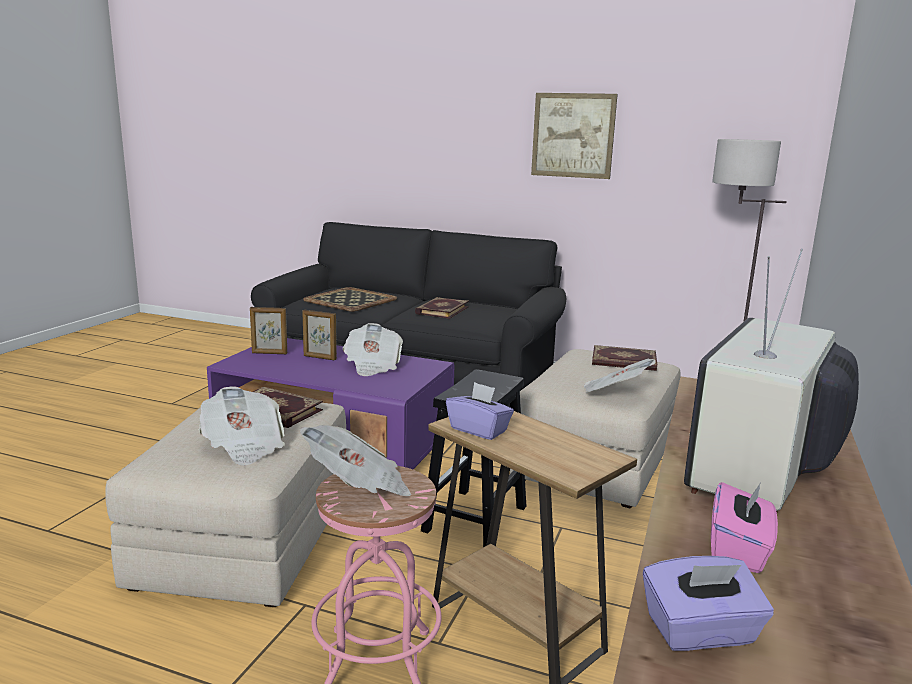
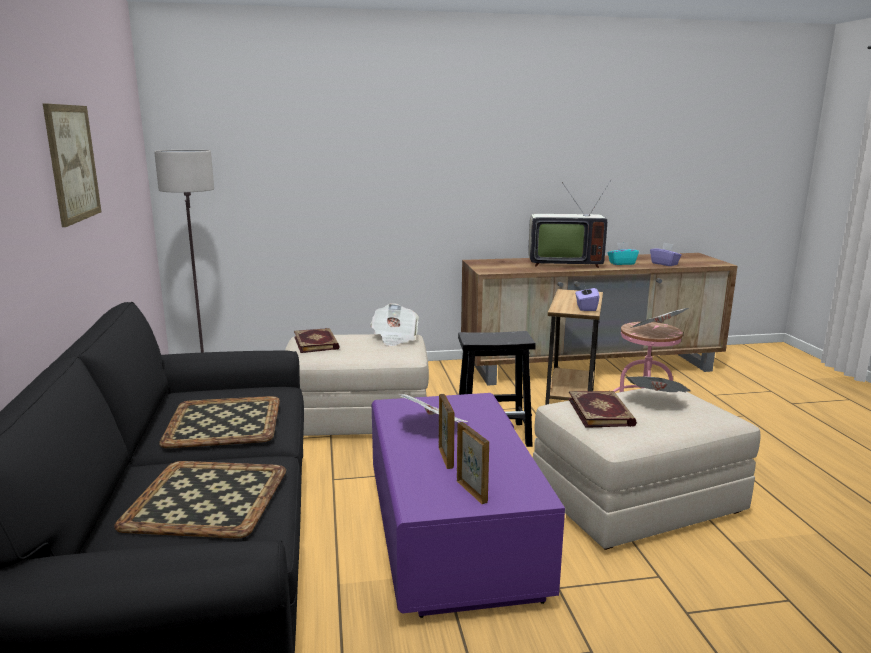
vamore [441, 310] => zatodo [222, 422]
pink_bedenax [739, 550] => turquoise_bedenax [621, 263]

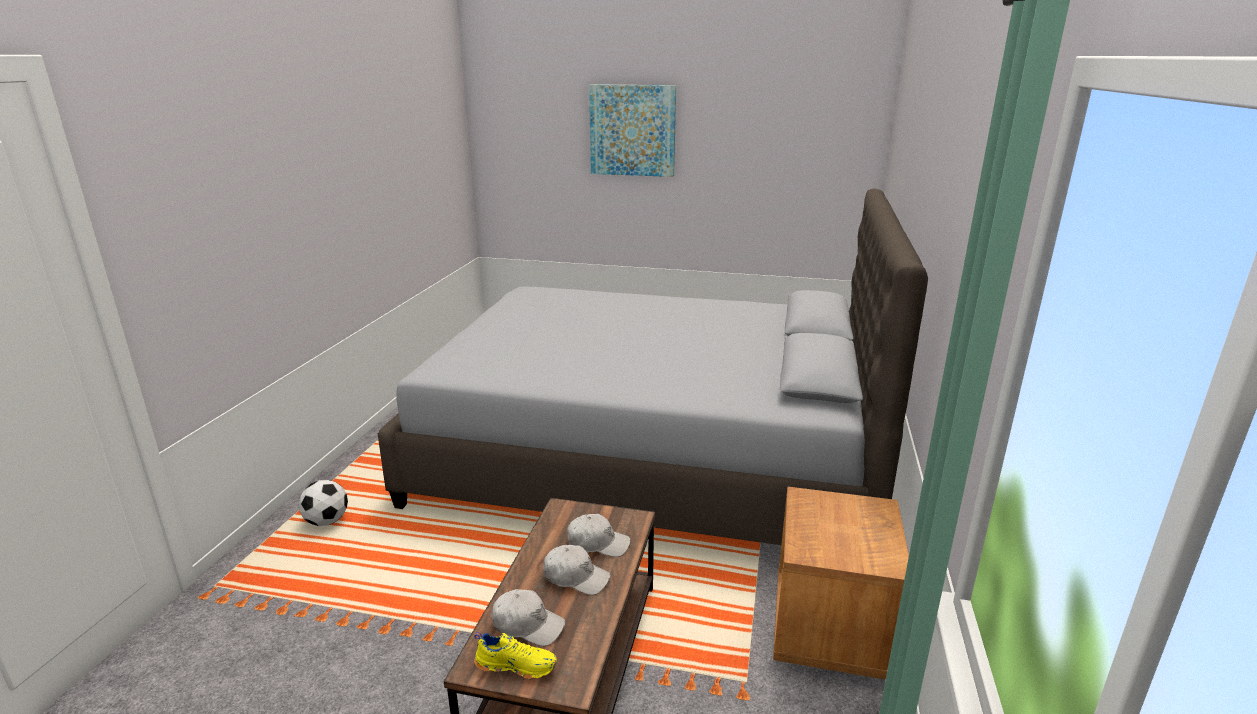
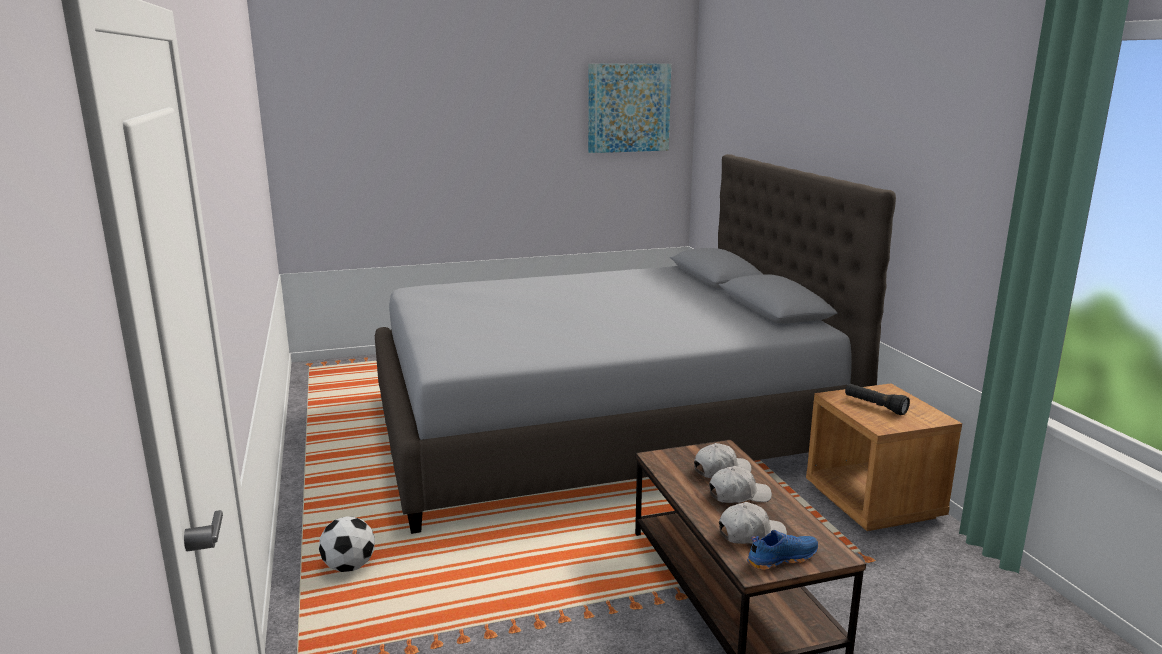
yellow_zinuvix [516, 665] => blue_zinuvix [781, 558]
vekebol [632, 130] => vekebol [628, 108], relocated
nothing => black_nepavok [874, 406]

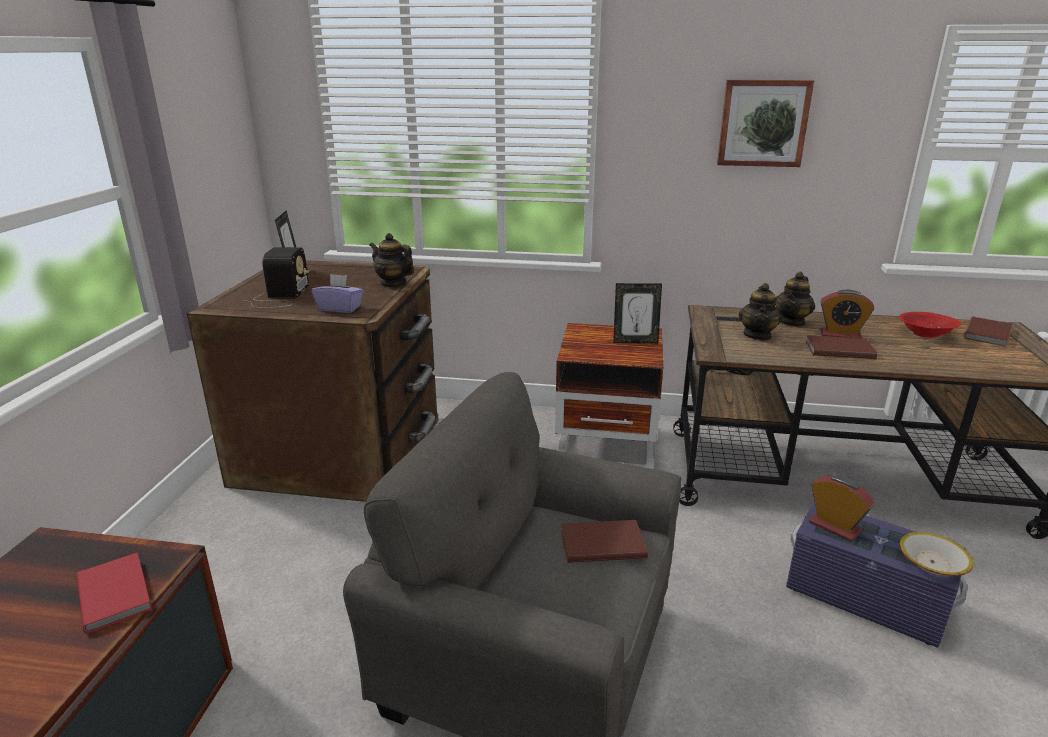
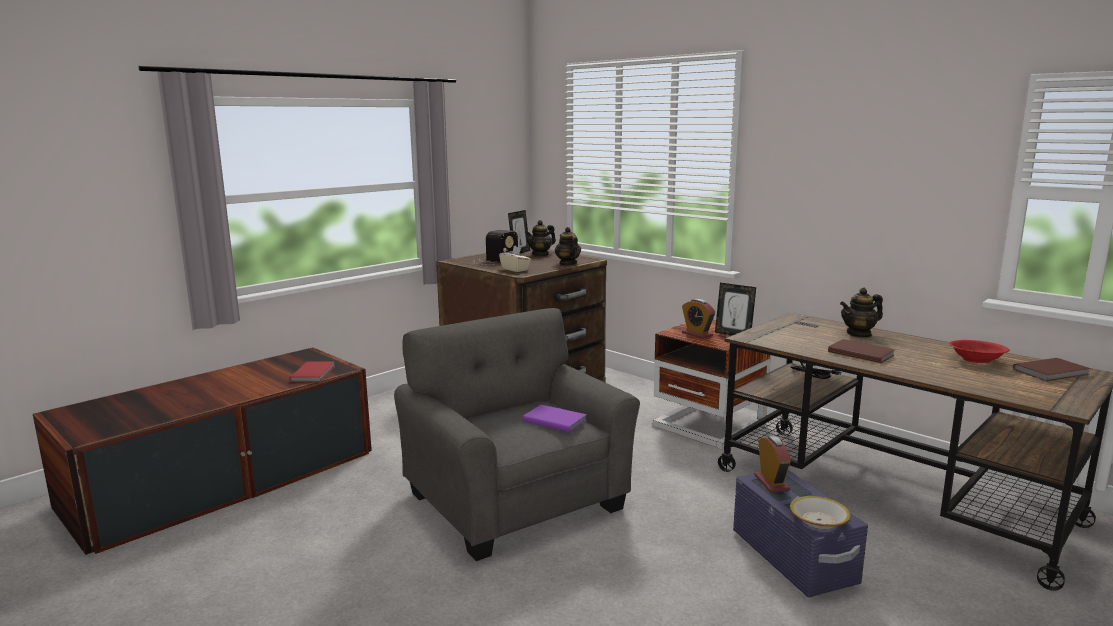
purple_bedenax [340, 308] => beige_bedenax [515, 269]
brown_vamore [601, 543] => purple_vamore [554, 420]
vekebol [763, 123] => nothing
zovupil [757, 335] => zovupil [540, 254], relocated
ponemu [840, 335] => ponemu [697, 334], relocated

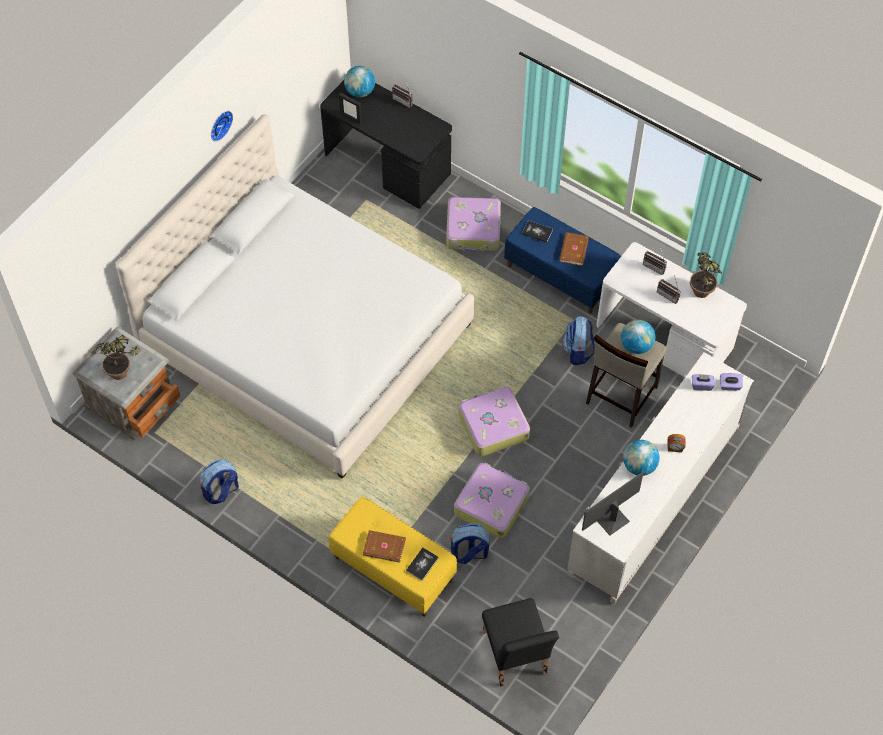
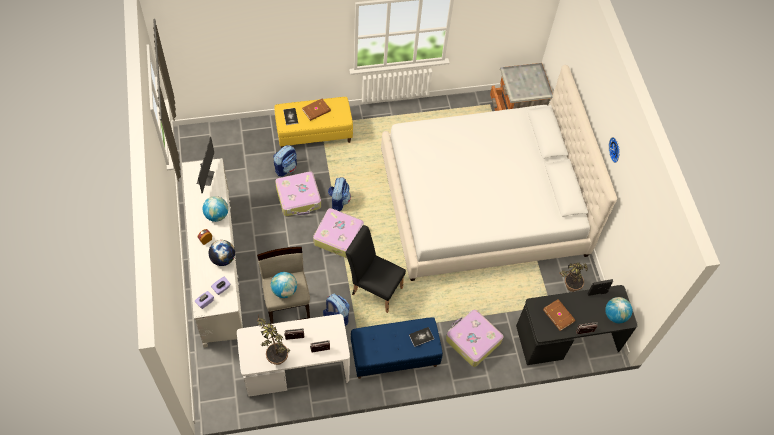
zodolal [124, 375] => zodolal [567, 288], relocated
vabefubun [221, 491] => vabefubun [338, 201], relocated
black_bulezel [515, 658] => black_bulezel [374, 288], relocated
brown_vamore [573, 250] => brown_vamore [559, 315], relocated
nothing => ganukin [223, 259]

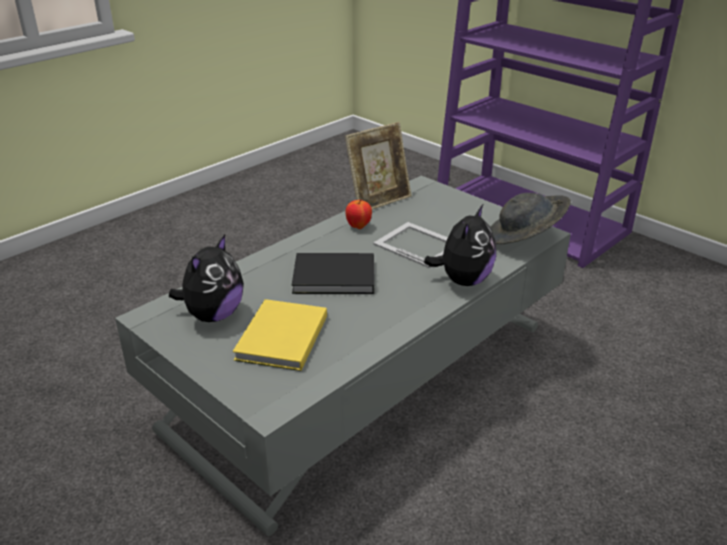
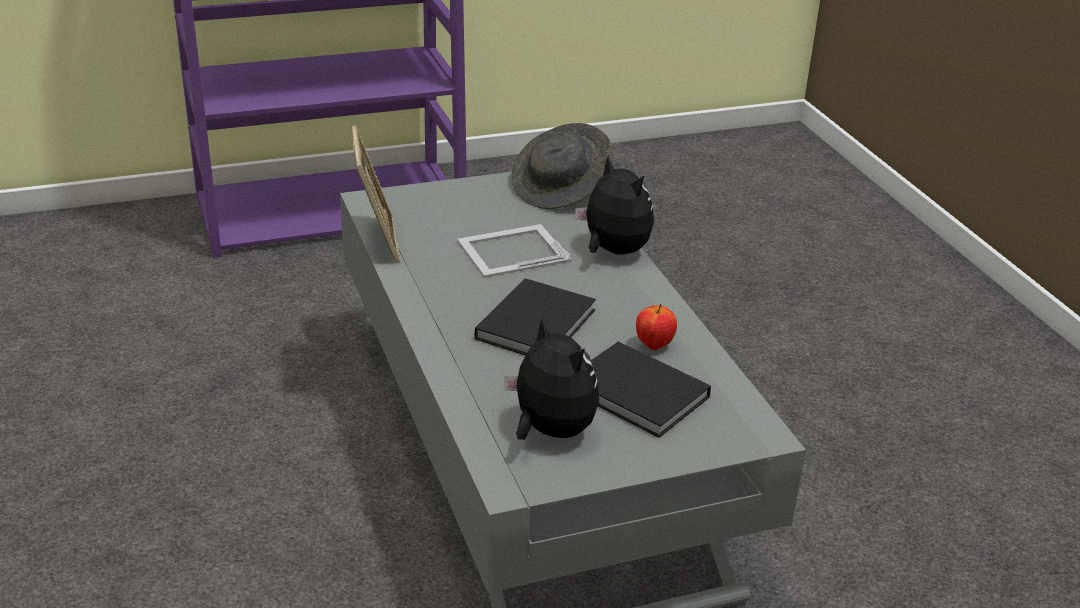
yellow_vamore [280, 339] => black_vamore [639, 395]
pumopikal [358, 226] => pumopikal [654, 345], relocated

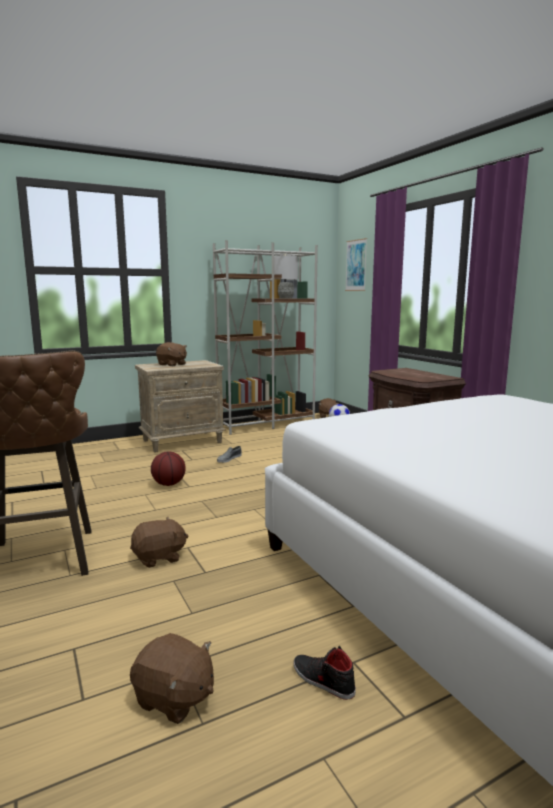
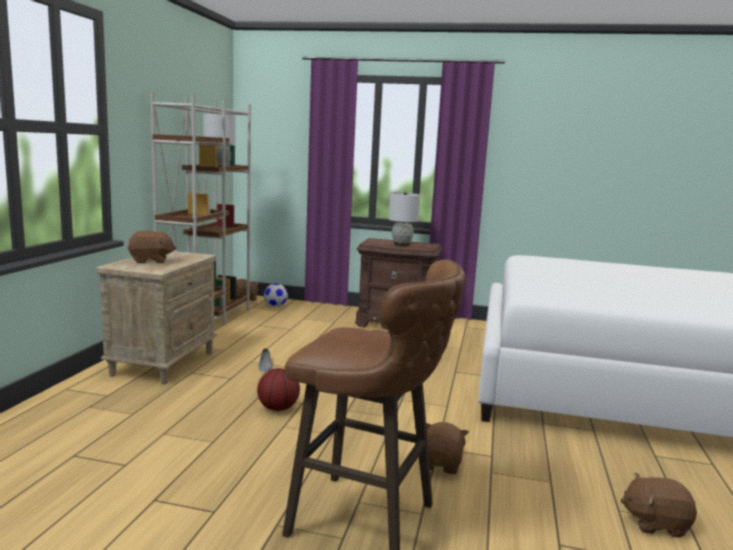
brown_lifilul [174, 698] => brown_lifilul [655, 523], 150 degrees counterclockwise
black_zinuvix [322, 680] => nothing
vekebol [356, 265] => nothing
nothing => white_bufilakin [401, 244]

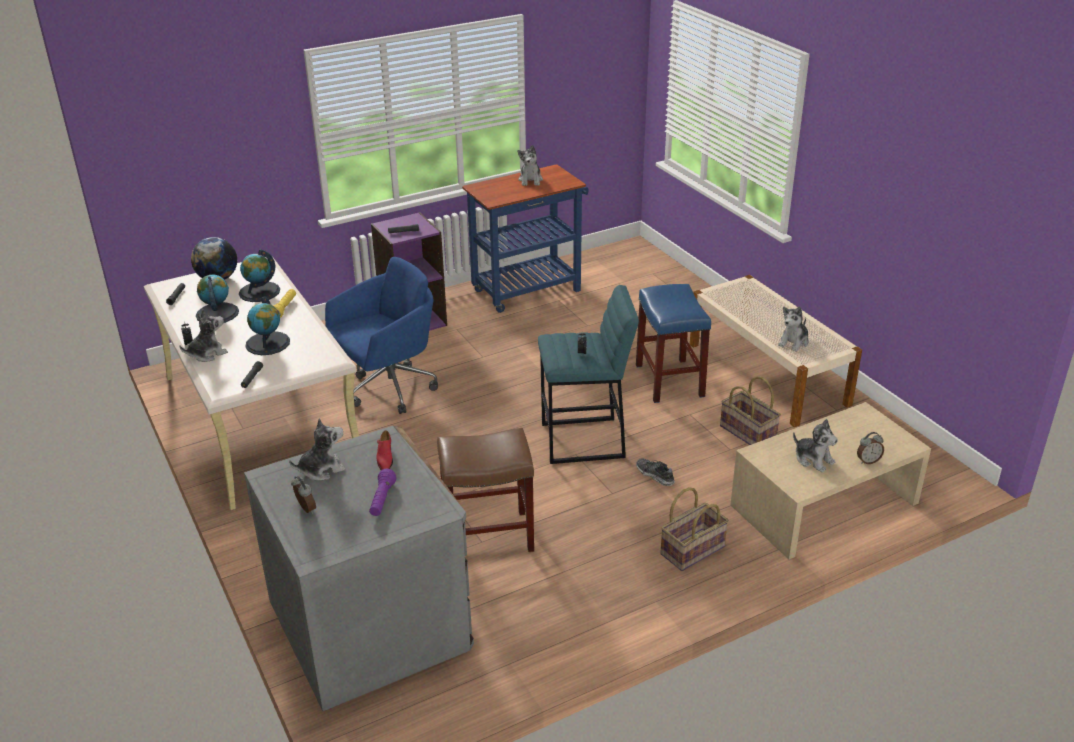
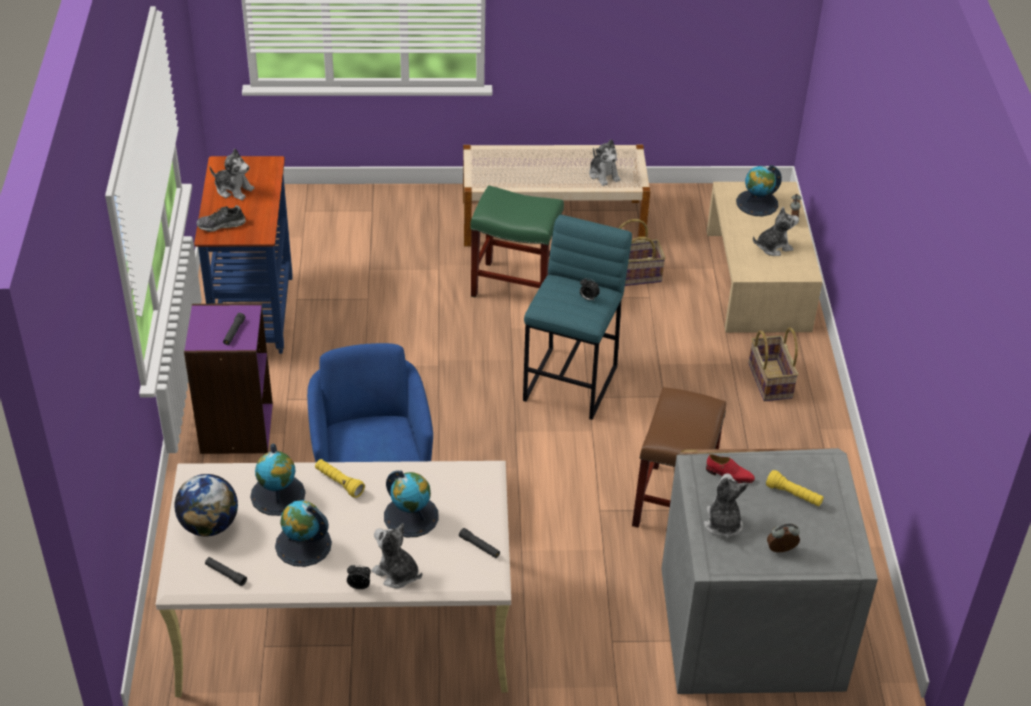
lifilul [207, 354] => lifilul [396, 573], 45 degrees counterclockwise
purple_nepavok [382, 500] => yellow_nepavok [793, 495]
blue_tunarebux [670, 381] => green_tunarebux [516, 286]
zinuvix [655, 475] => zinuvix [221, 225], relocated
nothing => ganukin [757, 203]

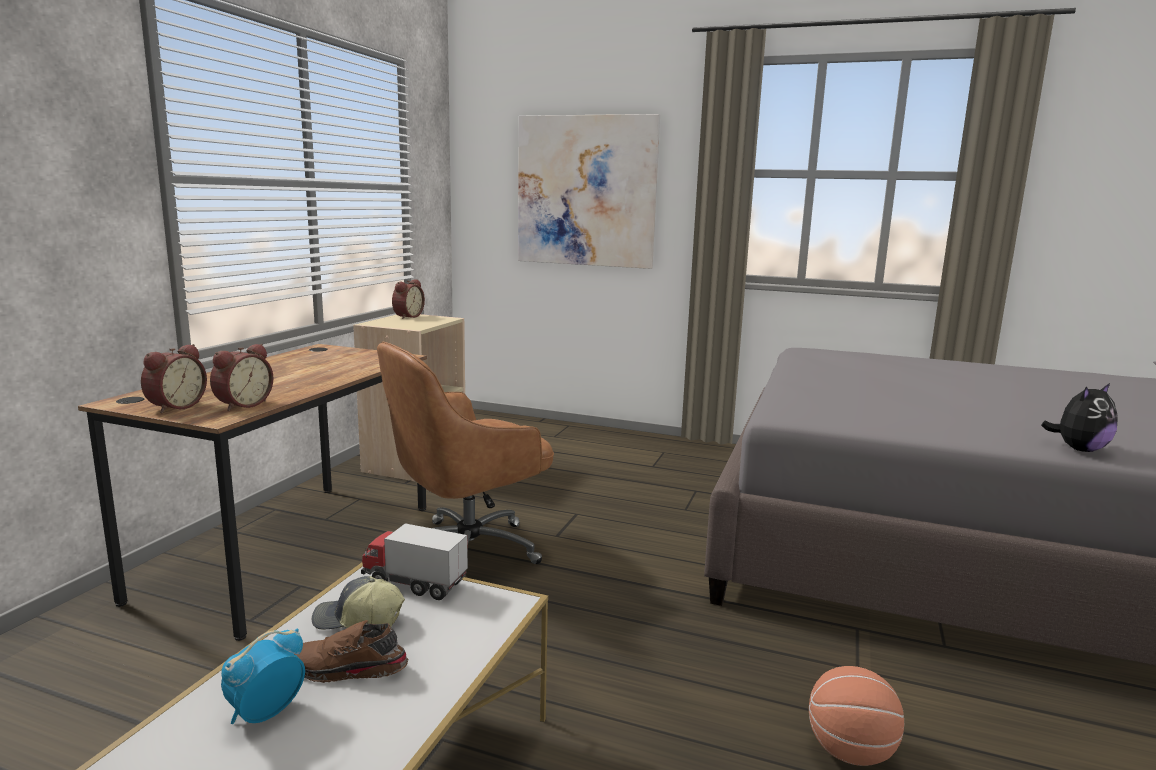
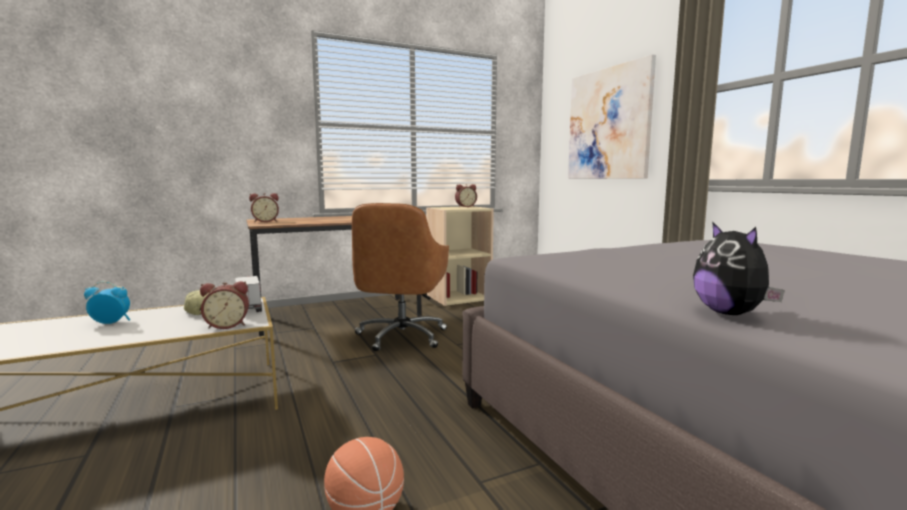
ponemu [242, 404] => ponemu [227, 325], relocated
brown_zinuvix [347, 670] => nothing
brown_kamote [468, 550] => brown_kamote [401, 336], 90 degrees counterclockwise
lifilul [1079, 449] => lifilul [730, 313], 60 degrees clockwise

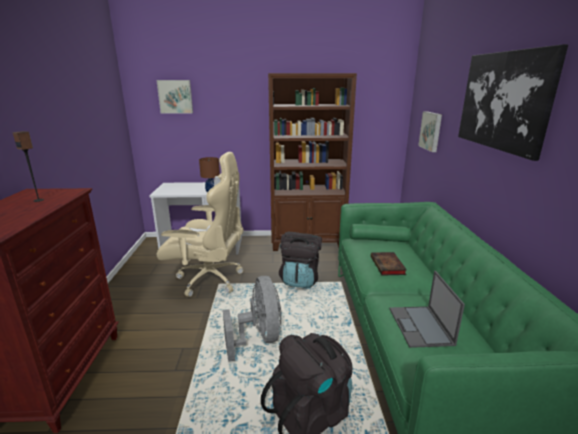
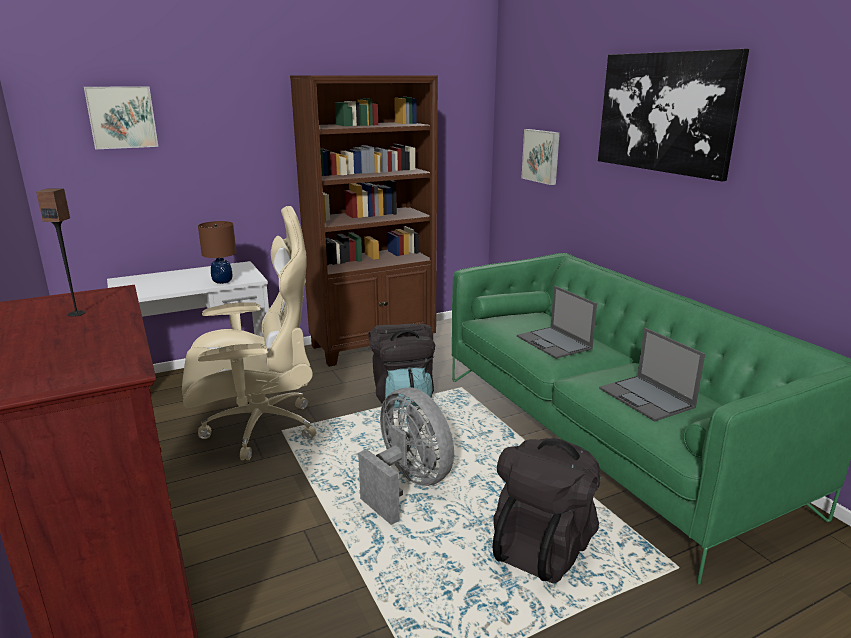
vamore [388, 266] => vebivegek [554, 343]

